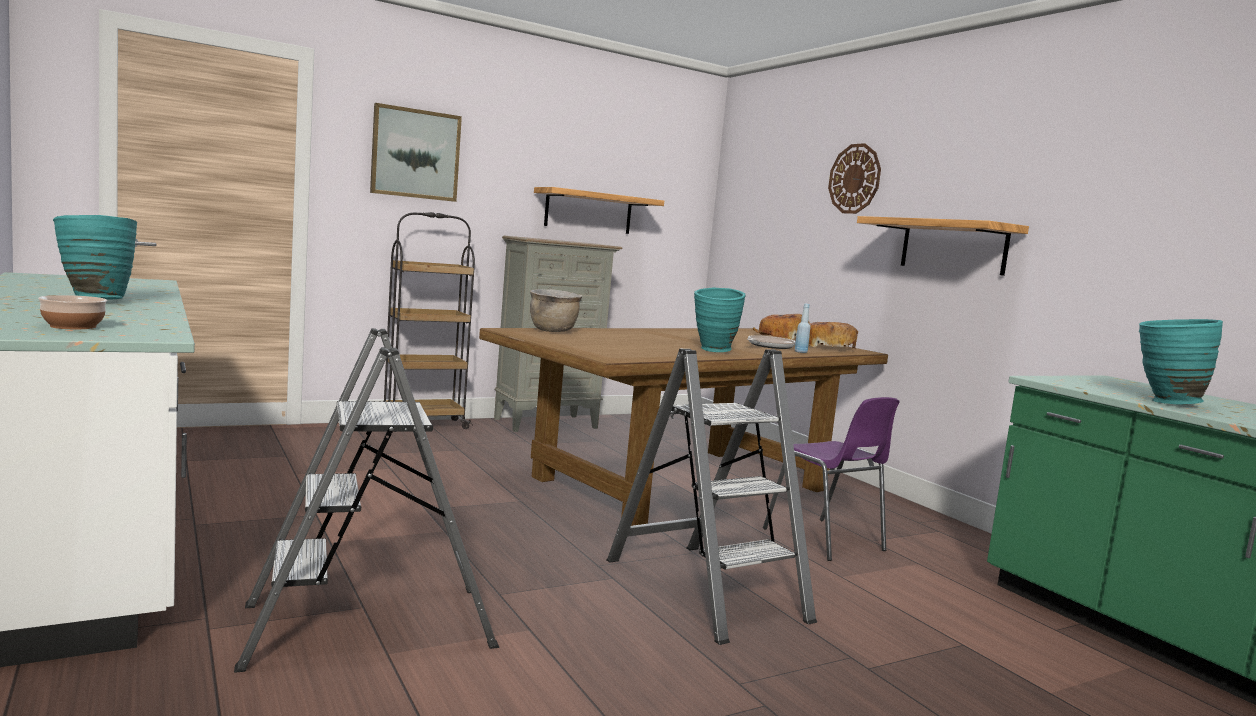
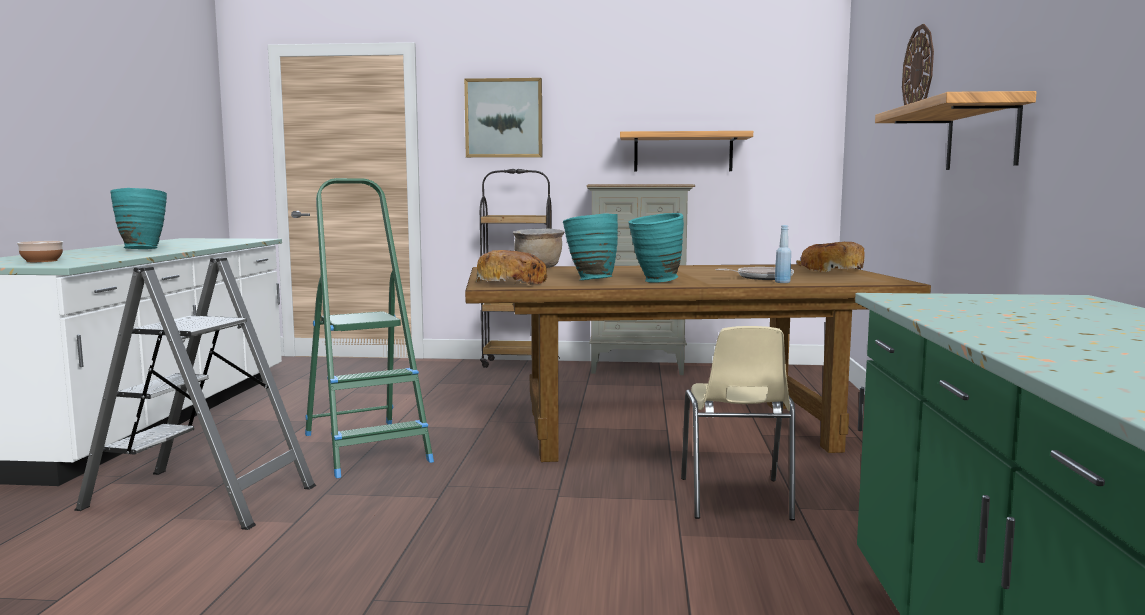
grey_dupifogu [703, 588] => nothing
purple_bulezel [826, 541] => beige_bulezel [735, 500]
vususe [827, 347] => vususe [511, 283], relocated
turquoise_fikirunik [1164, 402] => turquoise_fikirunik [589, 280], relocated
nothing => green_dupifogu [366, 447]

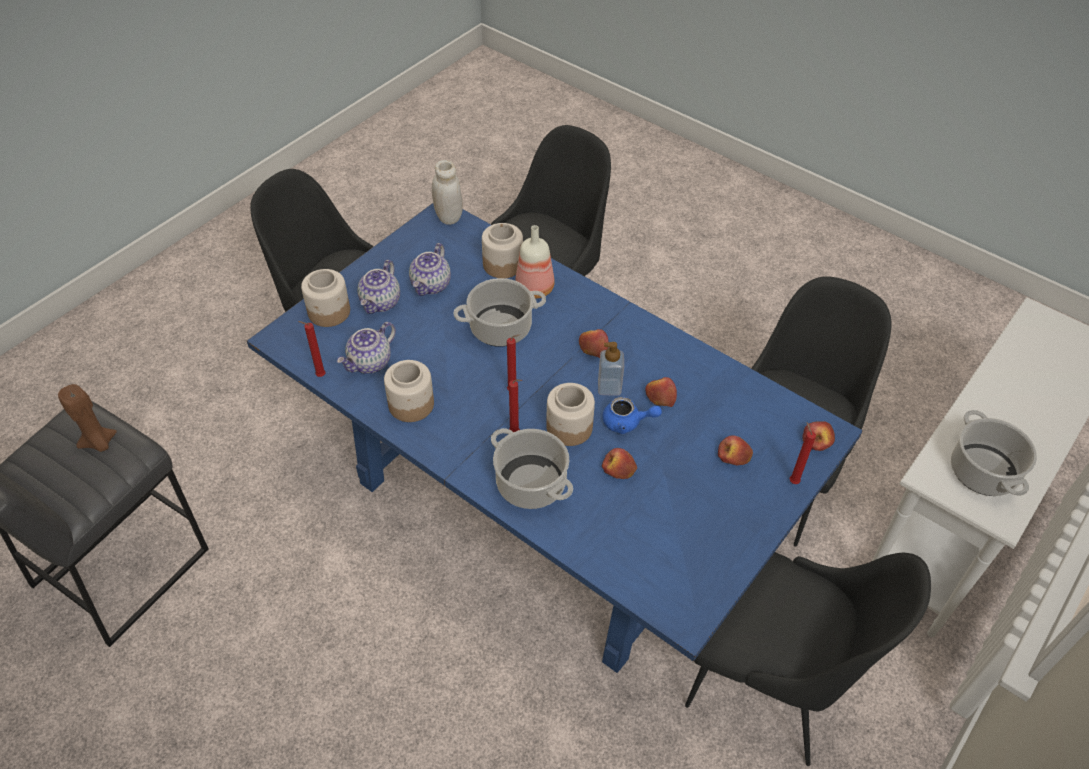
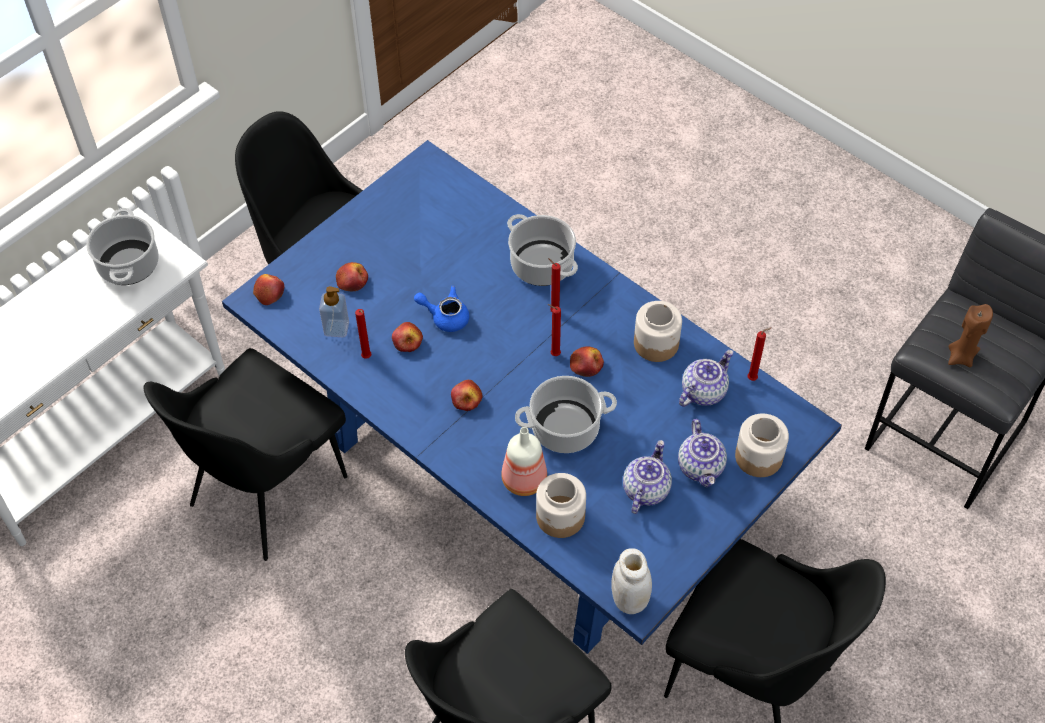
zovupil [381, 302] => zovupil [701, 467], 150 degrees clockwise
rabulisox [568, 427] => nothing
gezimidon [609, 387] => gezimidon [336, 328], relocated
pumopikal [618, 469] => pumopikal [586, 365], relocated
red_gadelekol [792, 480] => red_gadelekol [367, 358], relocated

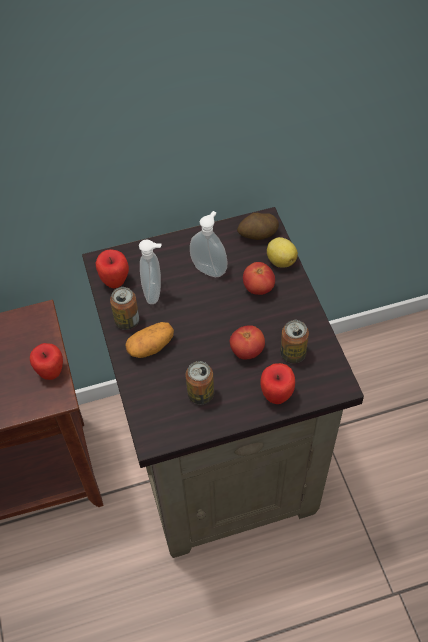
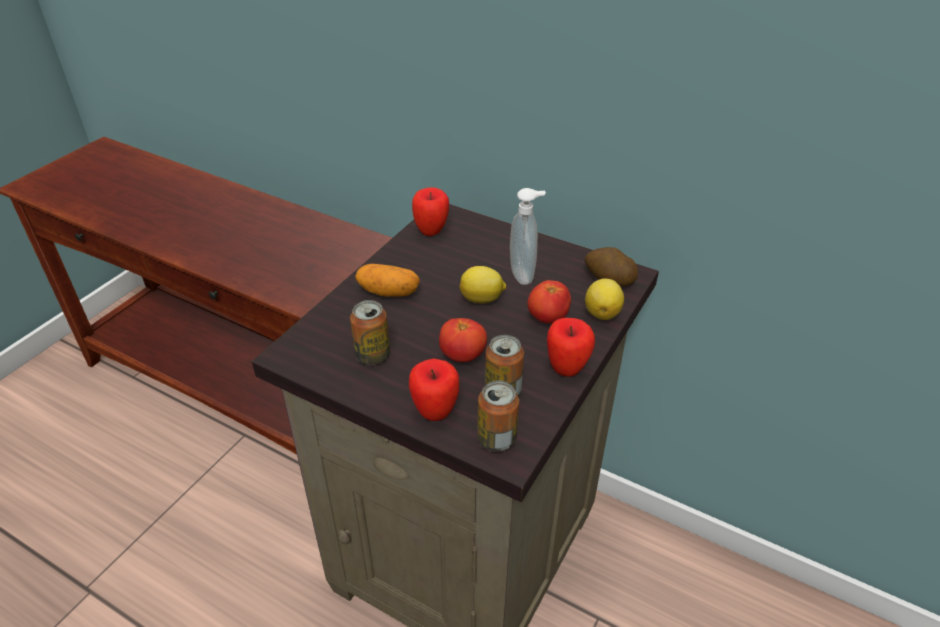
pumopikal [51, 372] => pumopikal [566, 368], relocated
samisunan [127, 321] => samisunan [496, 439], relocated
gezimidon [155, 293] => nothing
nothing => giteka [482, 299]

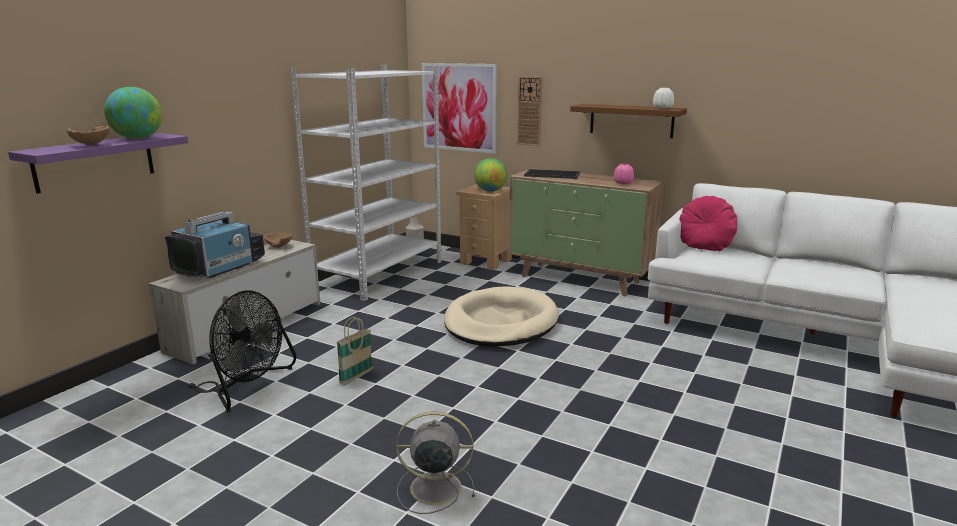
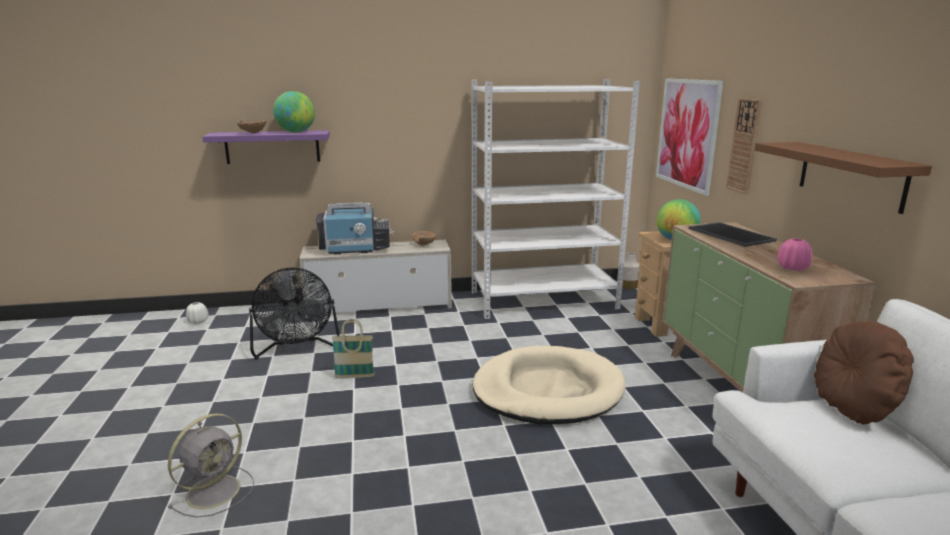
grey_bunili [433, 488] => grey_bunili [215, 490], 75 degrees clockwise
white_fikirunik [662, 108] => white_fikirunik [198, 321], relocated
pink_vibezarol [704, 248] => brown_vibezarol [852, 410]

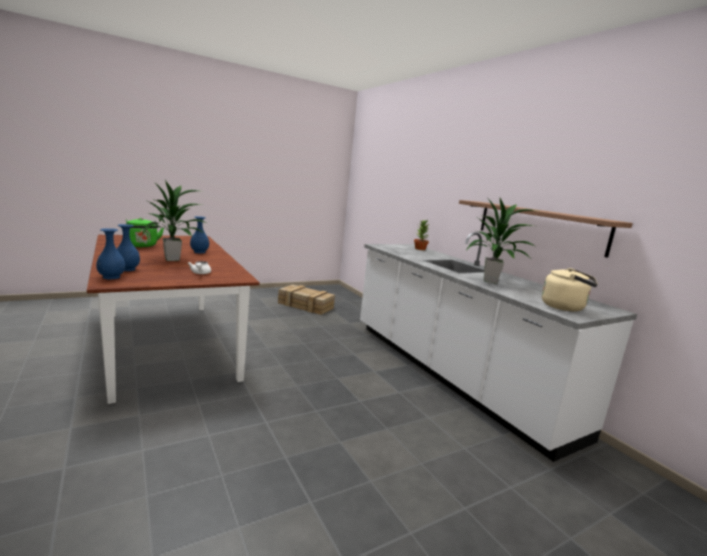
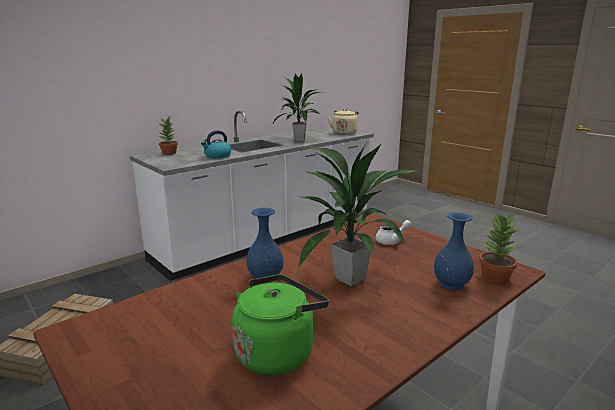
blue_fikirunik [111, 277] => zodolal [494, 277]
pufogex [538, 226] => nothing
nothing => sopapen [217, 156]

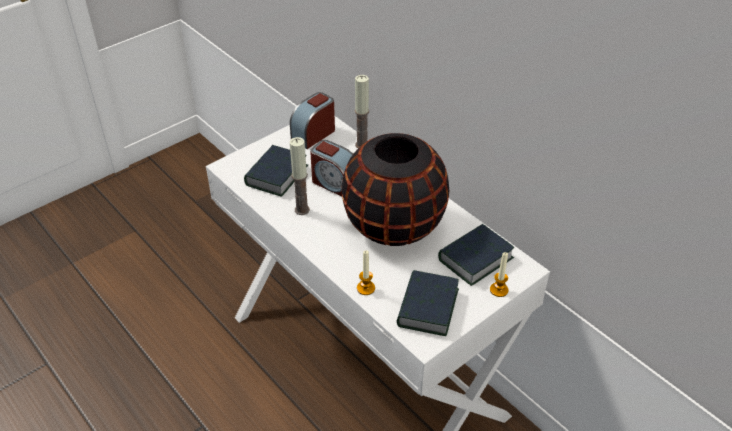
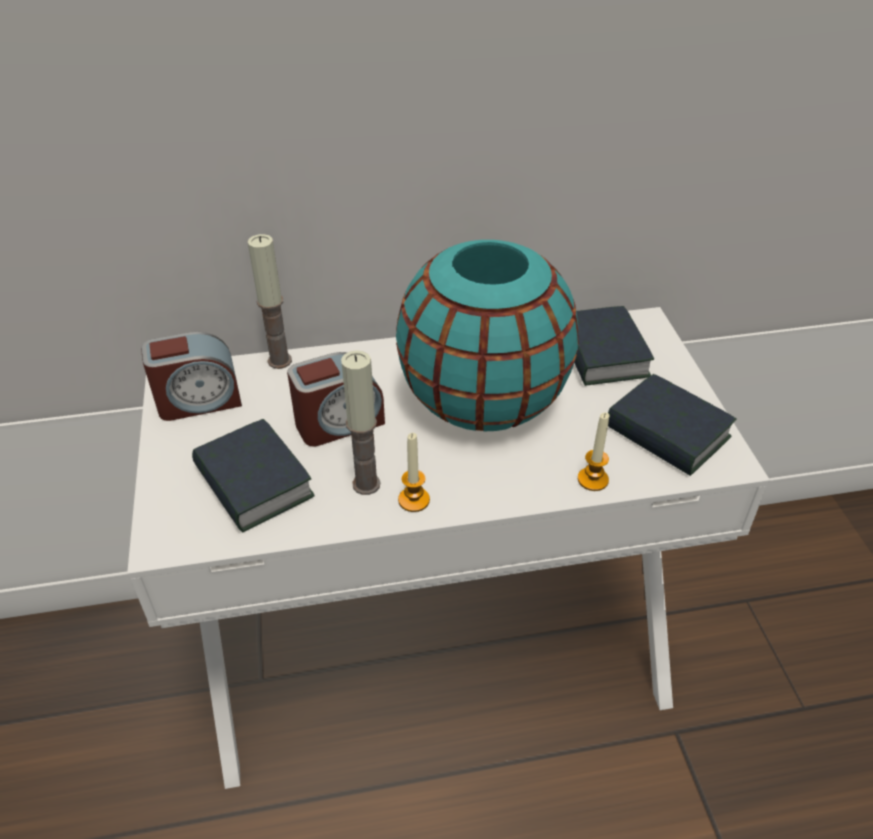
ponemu [313, 134] => ponemu [199, 401], 90 degrees counterclockwise
black_fikirunik [393, 226] => turquoise_fikirunik [483, 400]
gadelekol [499, 290] => gadelekol [414, 500], relocated

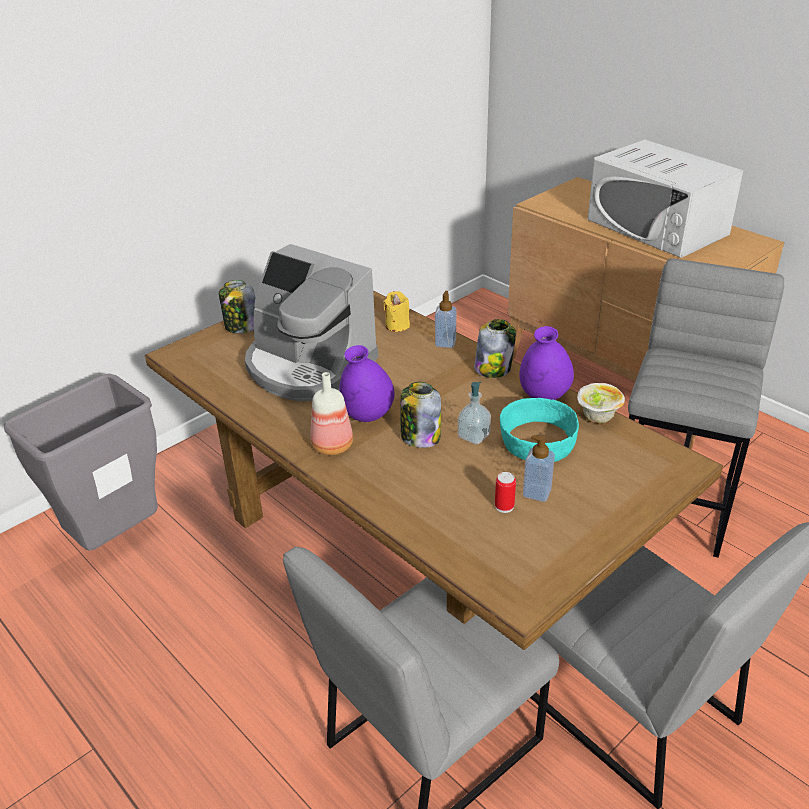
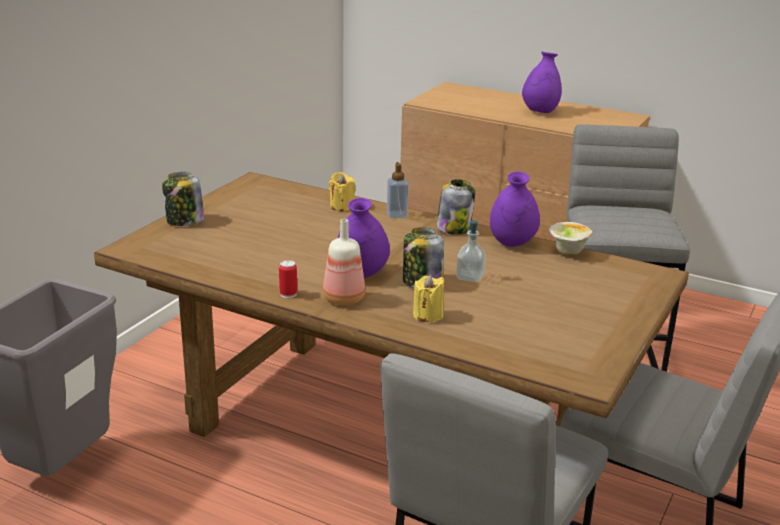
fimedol [308, 366] => nothing
samisunan [504, 506] => samisunan [288, 294], relocated
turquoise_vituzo [536, 442] => nothing
gezimidon [537, 493] => nothing
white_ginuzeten [657, 227] => purple_fikirunik [540, 112]
nothing => yellow_gadelekol [428, 315]

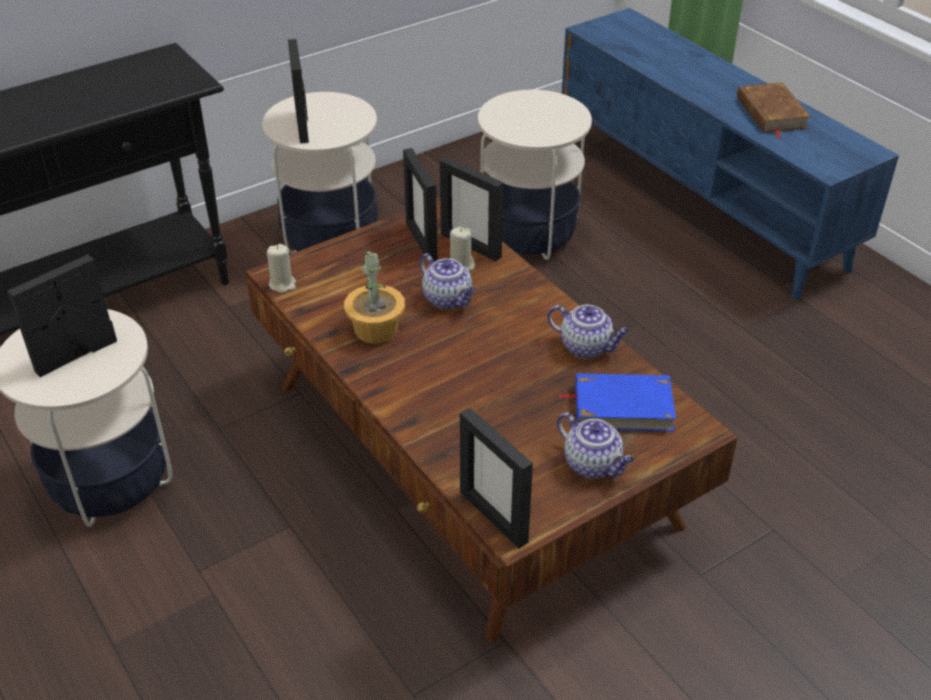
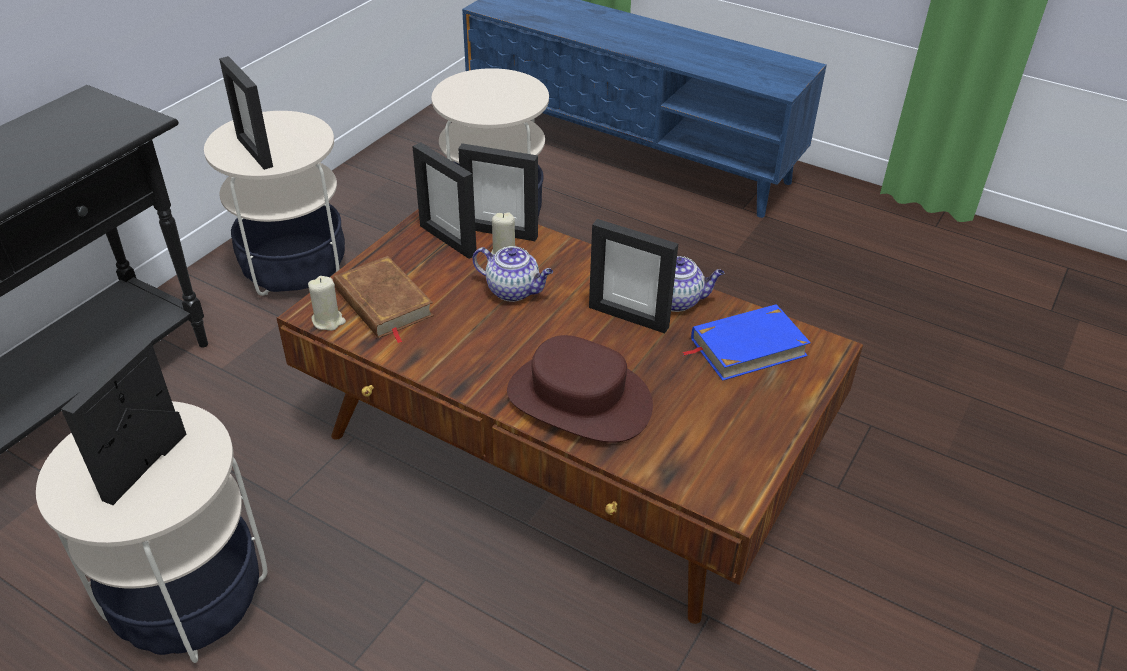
zodolal [376, 329] => nothing
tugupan [495, 516] => tugupan [629, 316], relocated
zovupil [593, 465] => nothing
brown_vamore [771, 113] => brown_vamore [383, 303], relocated
nothing => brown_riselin [578, 400]

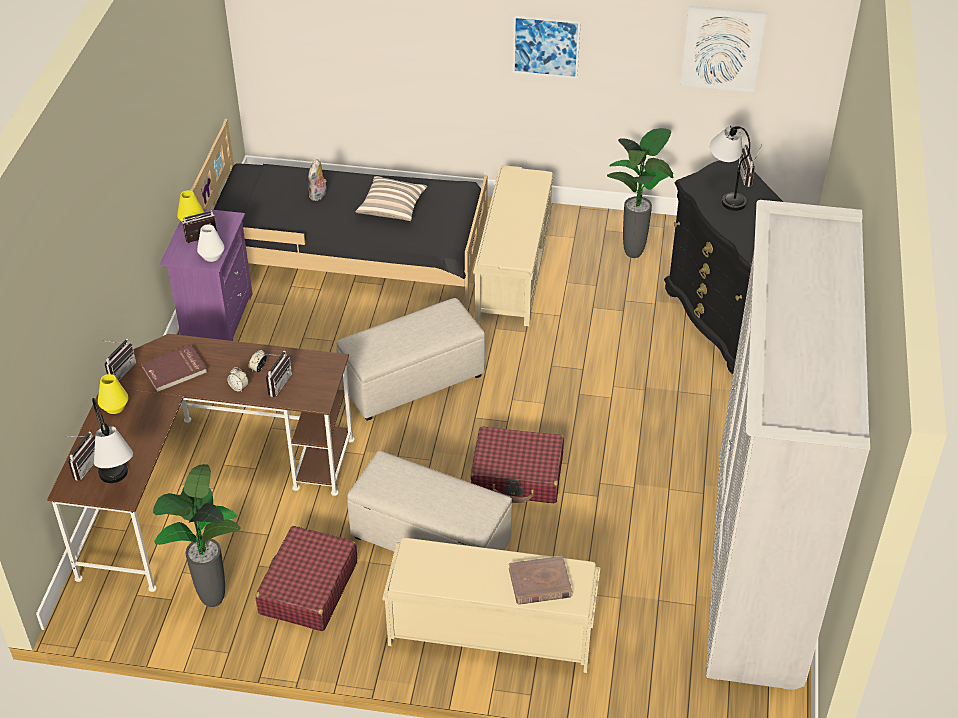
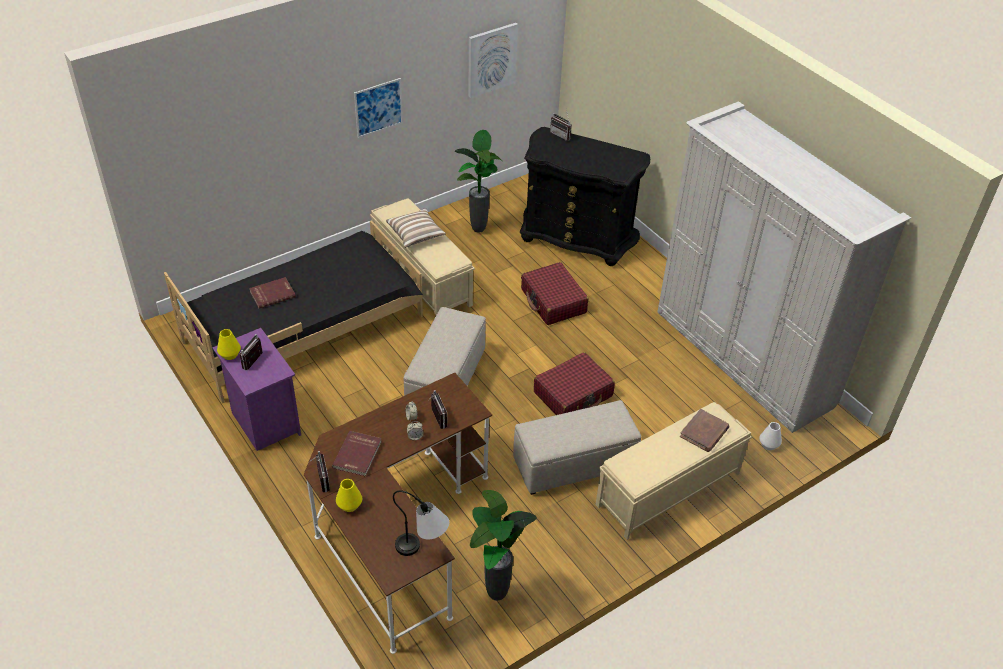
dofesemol [83, 466] => nothing
white_fikirunik [212, 256] => white_fikirunik [768, 445], relocated
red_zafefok [308, 588] => red_zafefok [553, 301], relocated
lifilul [318, 195] => red_vamore [272, 294]
vibezarol [392, 208] => vibezarol [416, 235], relocated
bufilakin [726, 193] => nothing

